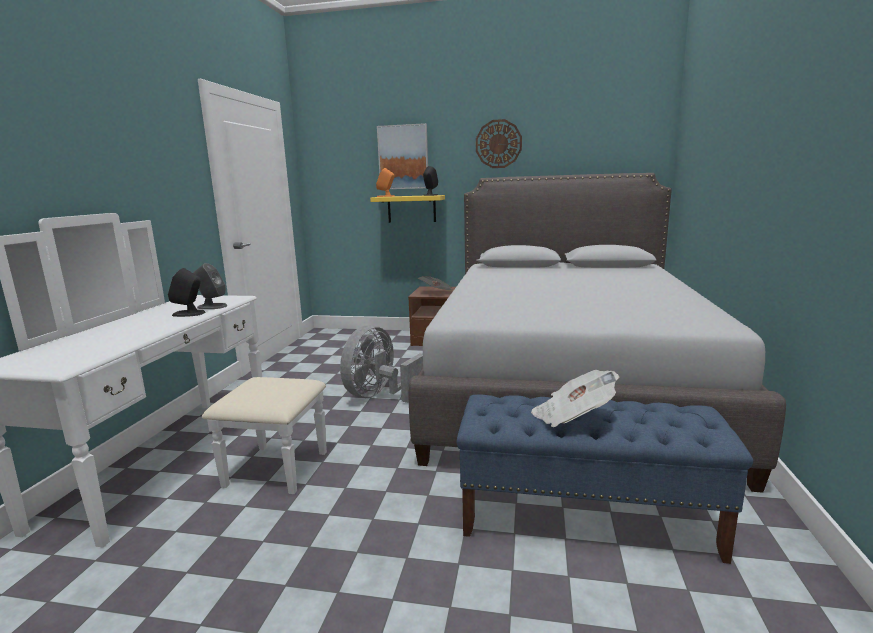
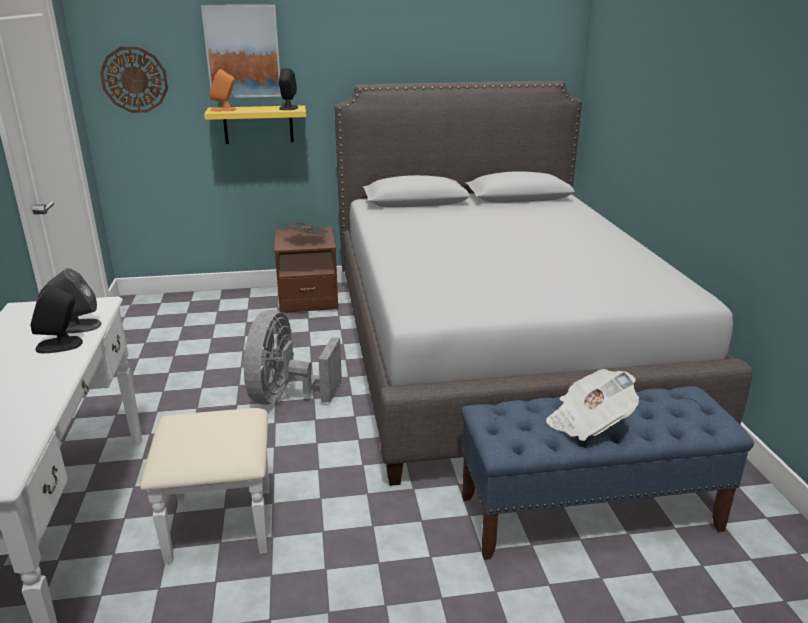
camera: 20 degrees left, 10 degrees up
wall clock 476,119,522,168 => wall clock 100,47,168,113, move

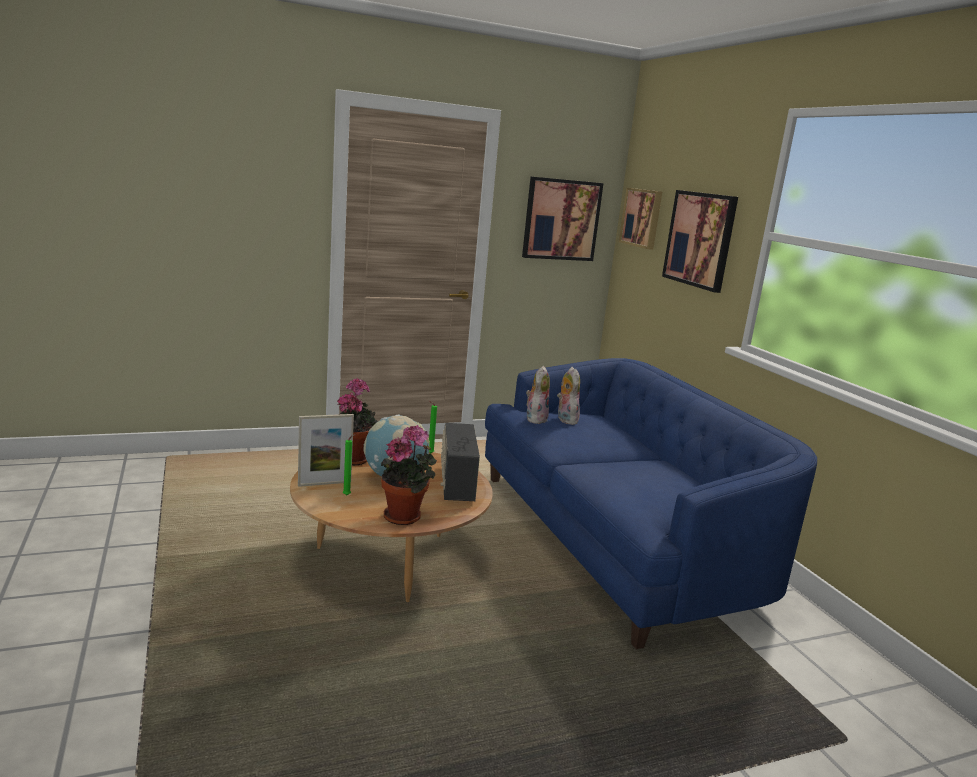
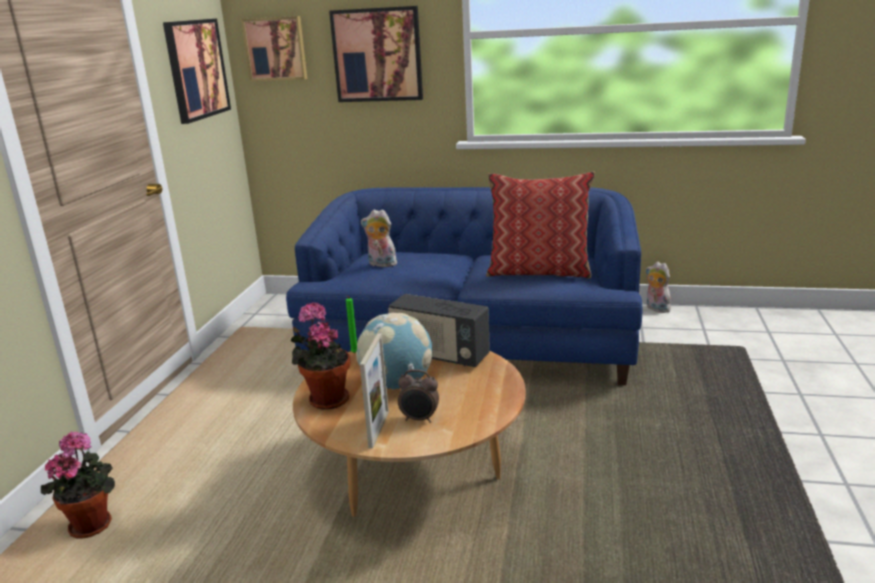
camera: 55 degrees left, 5 degrees up
potted plant 381,425,437,525 => potted plant 41,432,115,539, move
green candle 343,434,356,495 => alarm clock 398,369,439,423
nothing => pillow 486,171,595,279
plush toy 526,366,550,424 => plush toy 646,262,671,313, move

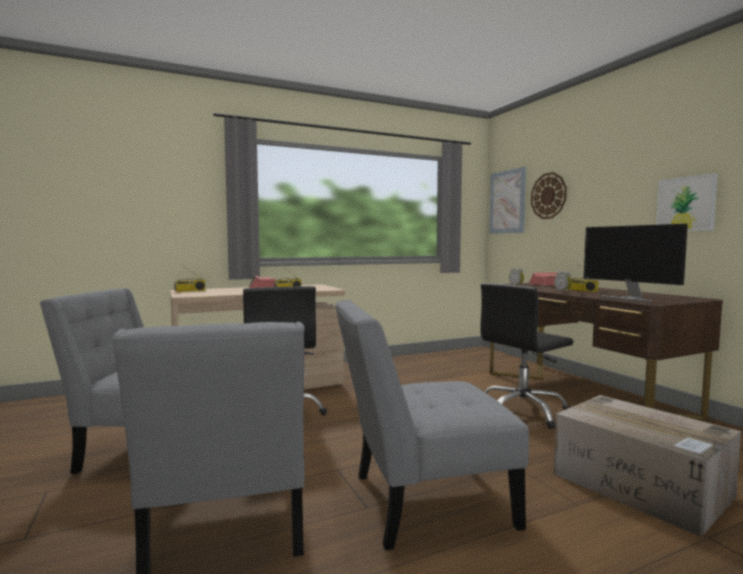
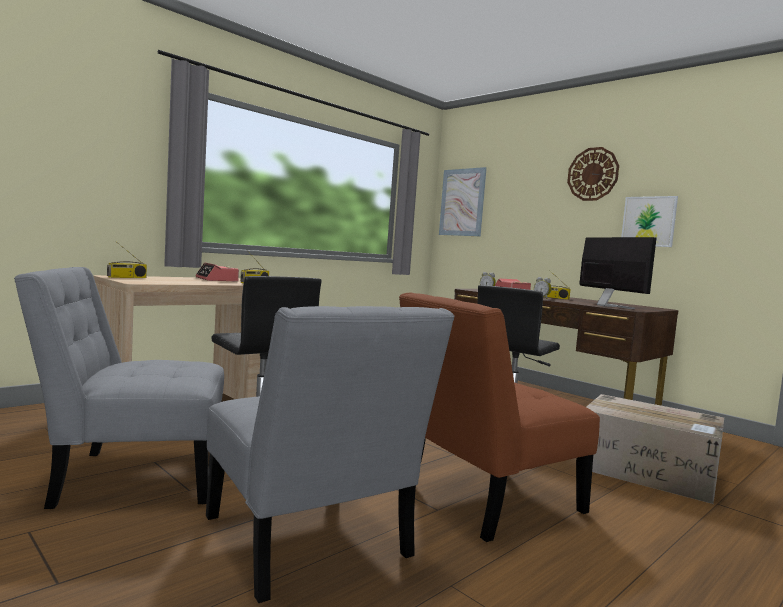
camera: 20 degrees left, 0 degrees up
grey chair 335,300,529,550 => brown chair 399,293,600,542
wall clock 531,172,567,219 => wall clock 567,147,619,201, move
monitor 584,224,688,303 => monitor 579,237,656,309, 150 degrees counterclockwise

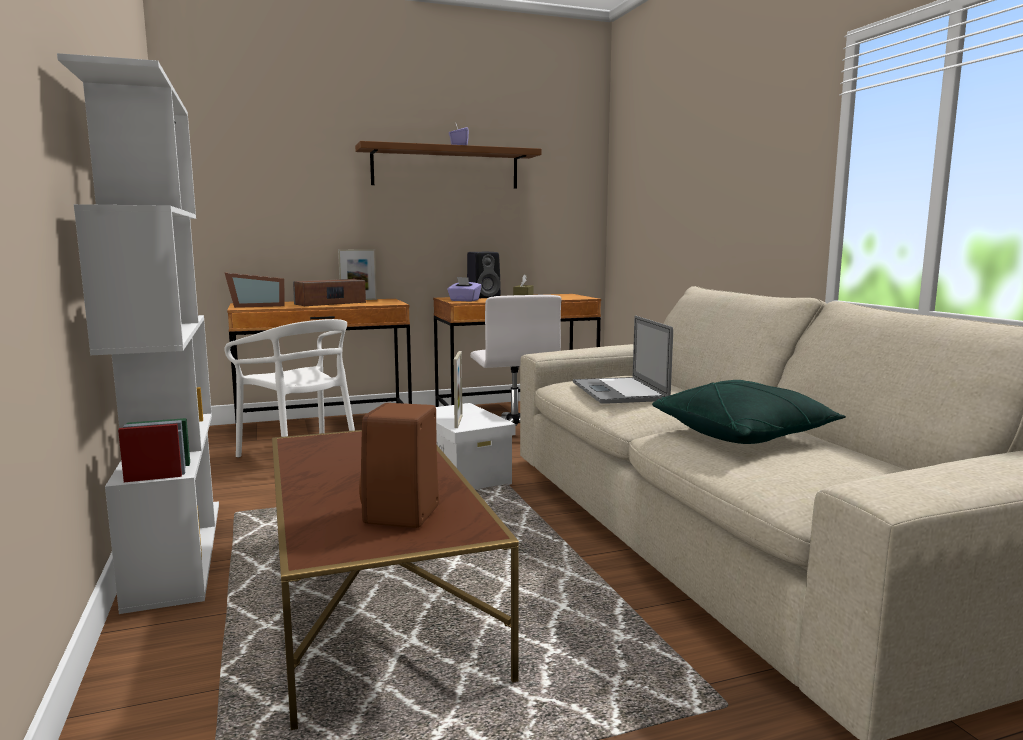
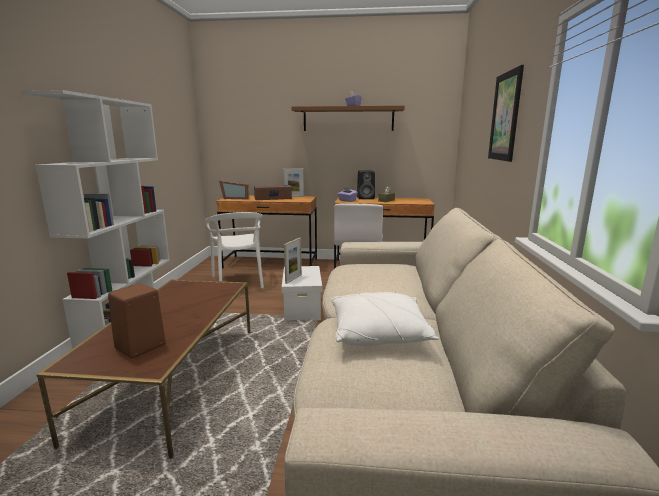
camera: 25 degrees right, 5 degrees up
green pillow 652,380,846,444 => white pillow 332,292,439,346
nothing => picture 488,65,524,162
laptop 573,316,673,404 => nothing

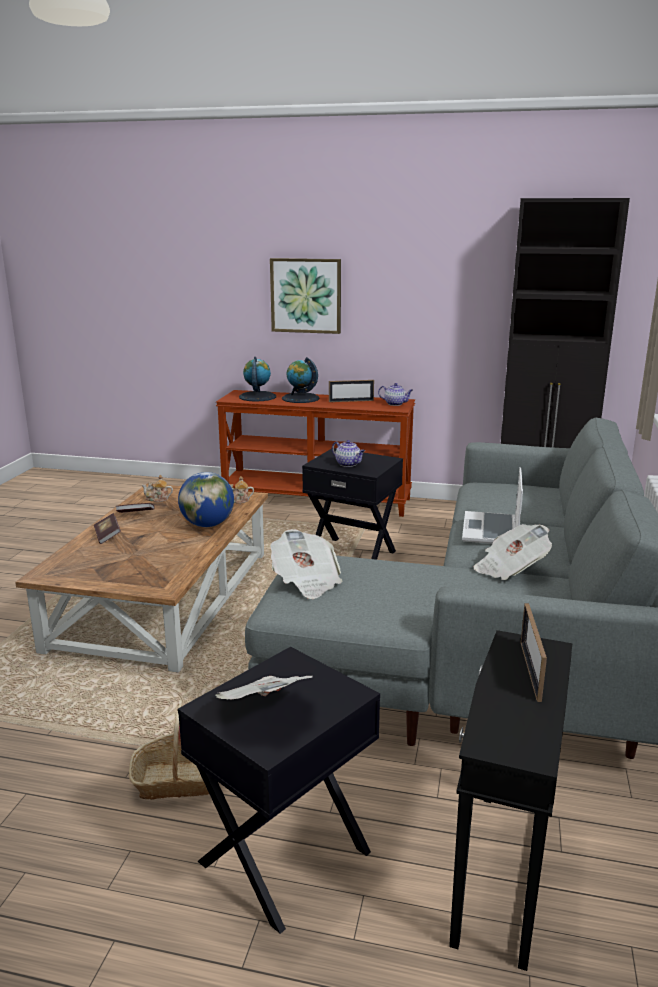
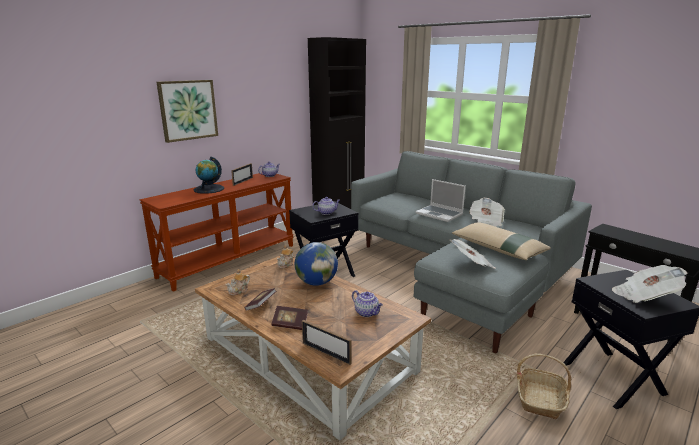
camera: 60 degrees left, 0 degrees up
picture frame 521,603,547,702 => picture frame 302,320,351,365, move
nothing => teapot 352,290,383,317
nothing => beige pillow 452,222,551,260
globe 239,357,276,401 => nothing

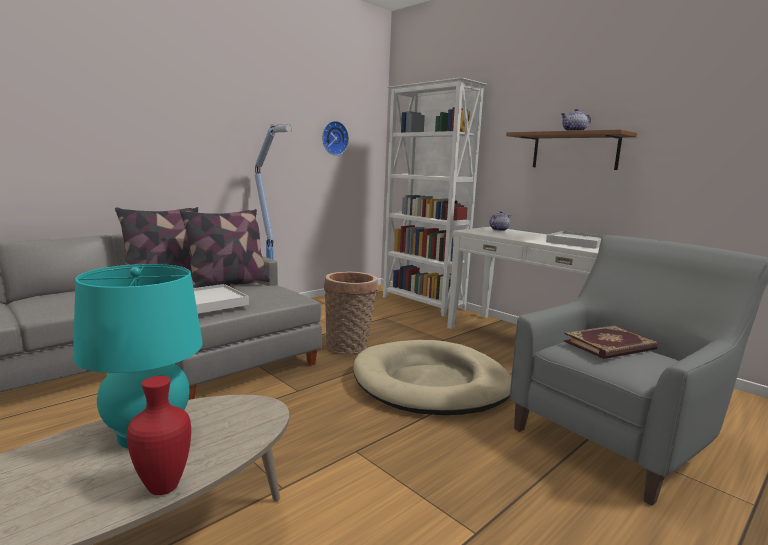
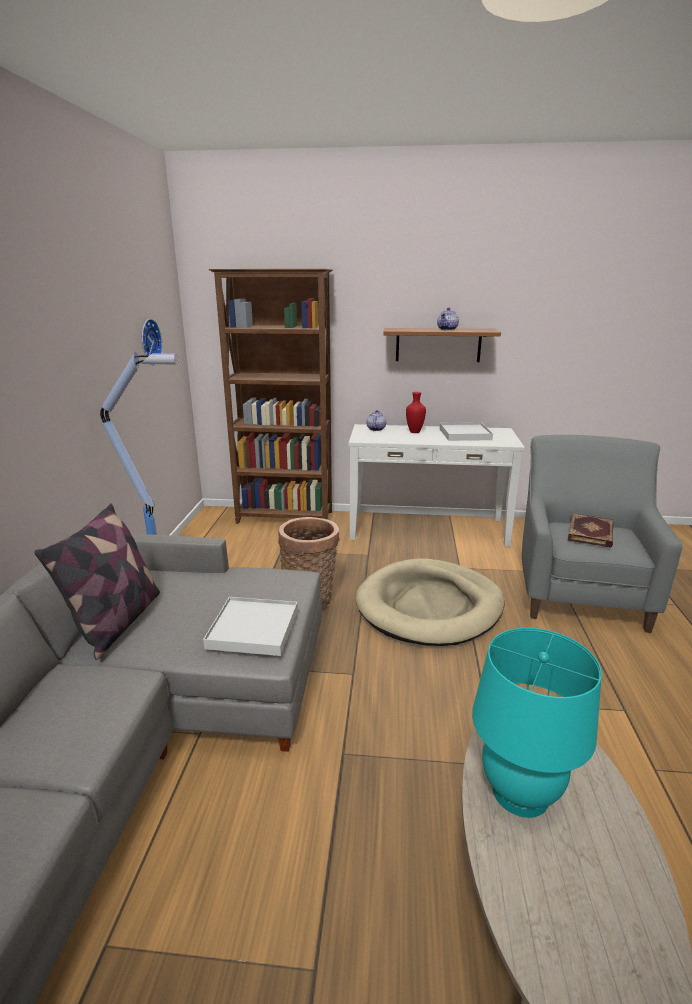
camera: 40 degrees left, 10 degrees up
white bookcase 383,77,487,317 => brown bookcase 209,269,333,524
red vase 127,376,191,495 => red vase 406,392,426,433, move
pillow 180,209,270,288 => nothing

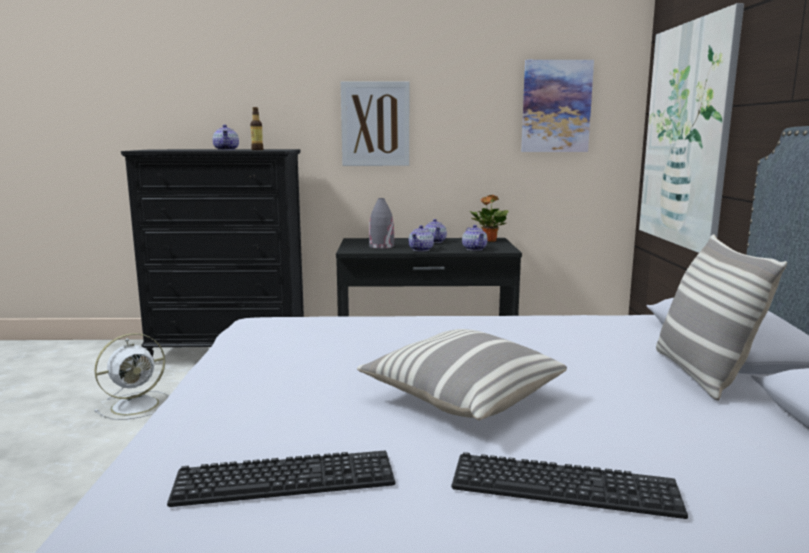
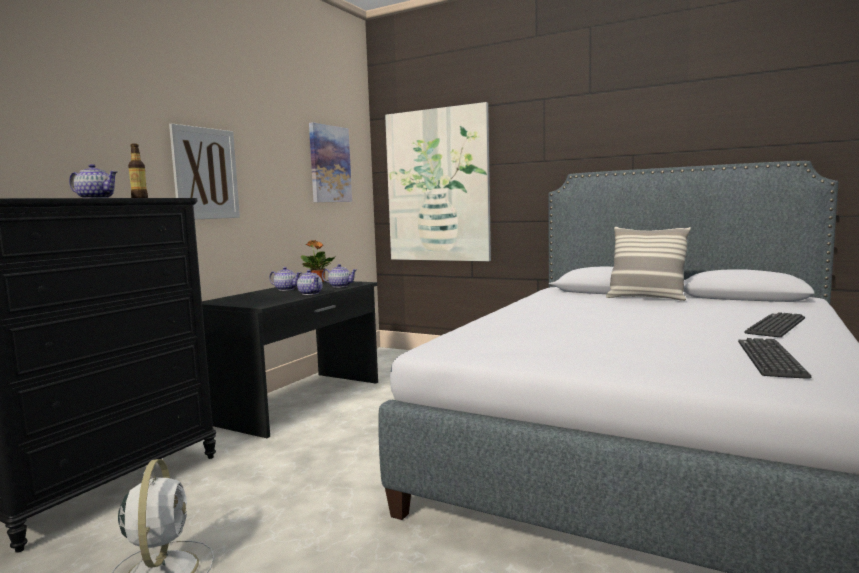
camera: 60 degrees left, 5 degrees down
pillow 357,329,567,420 => nothing
grey vase 369,198,394,249 => nothing

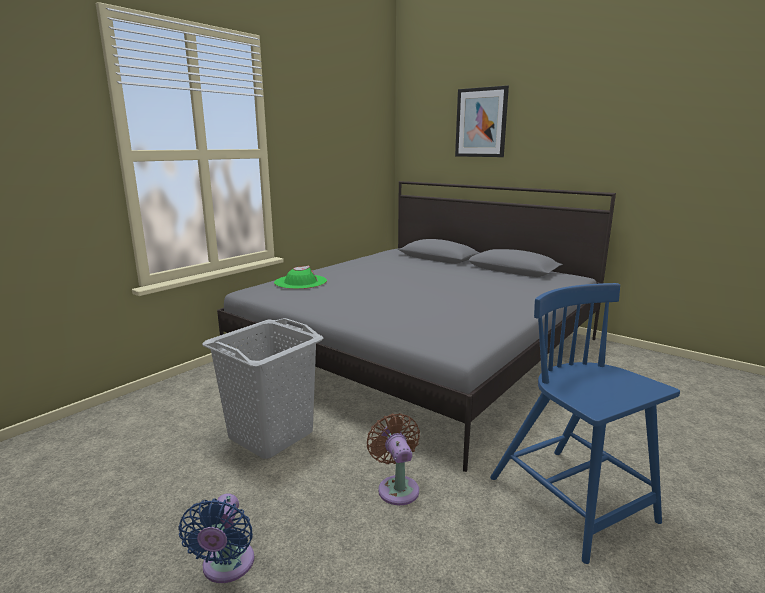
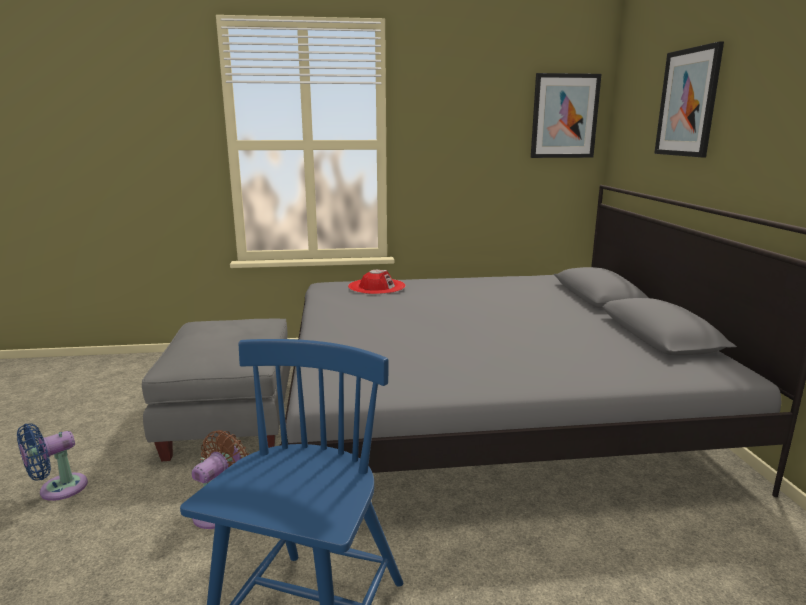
camera: 45 degrees right, 0 degrees up
grey laundry basket 202,318,323,459 => grey ottoman 142,319,291,461
green hat 274,265,327,289 => red hat 348,270,406,294
nothing => picture 531,73,602,158

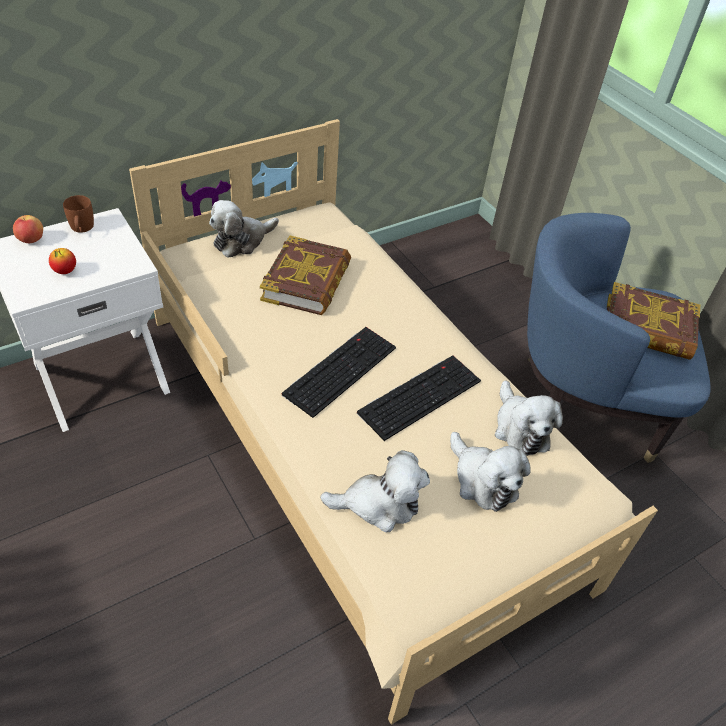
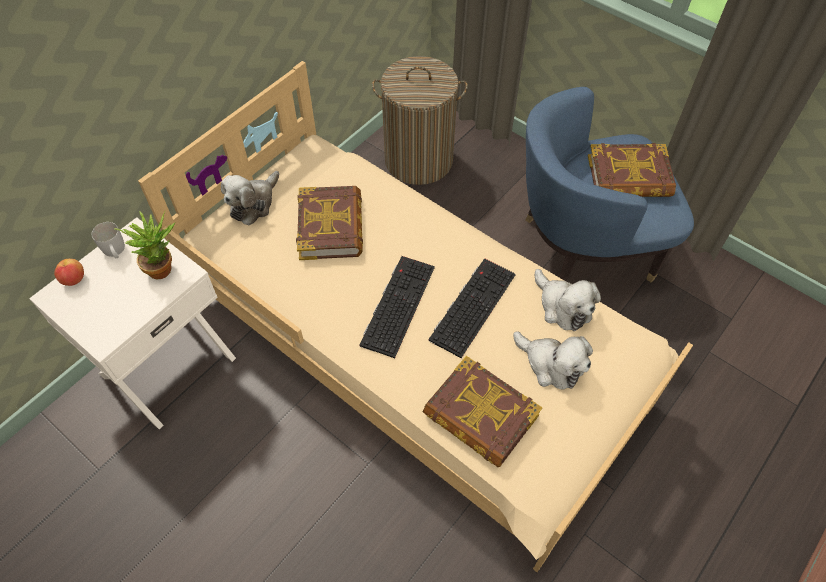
camera: 15 degrees left, 10 degrees up
brown mug 63,195,94,233 => white mug 92,222,125,258
nothing => potted plant 114,211,175,279
nothing => laundry basket 372,56,468,185
plush toy 320,450,430,532 => book 423,356,542,468
apple 49,248,76,274 => nothing

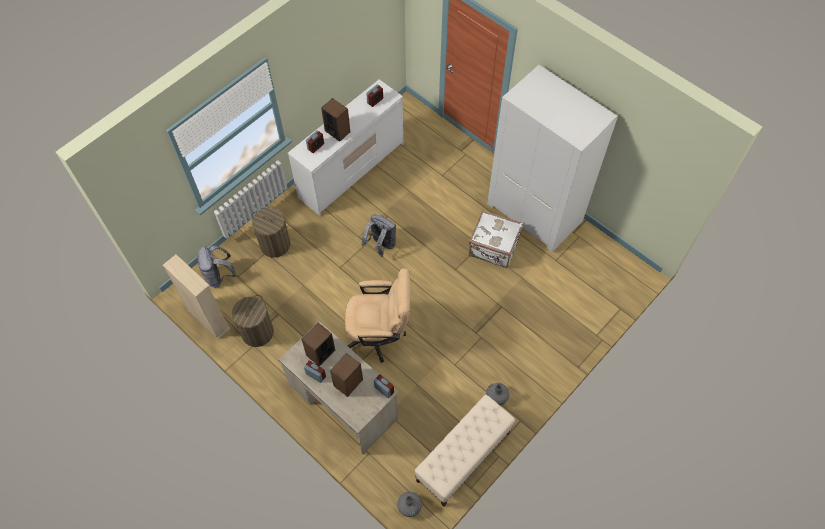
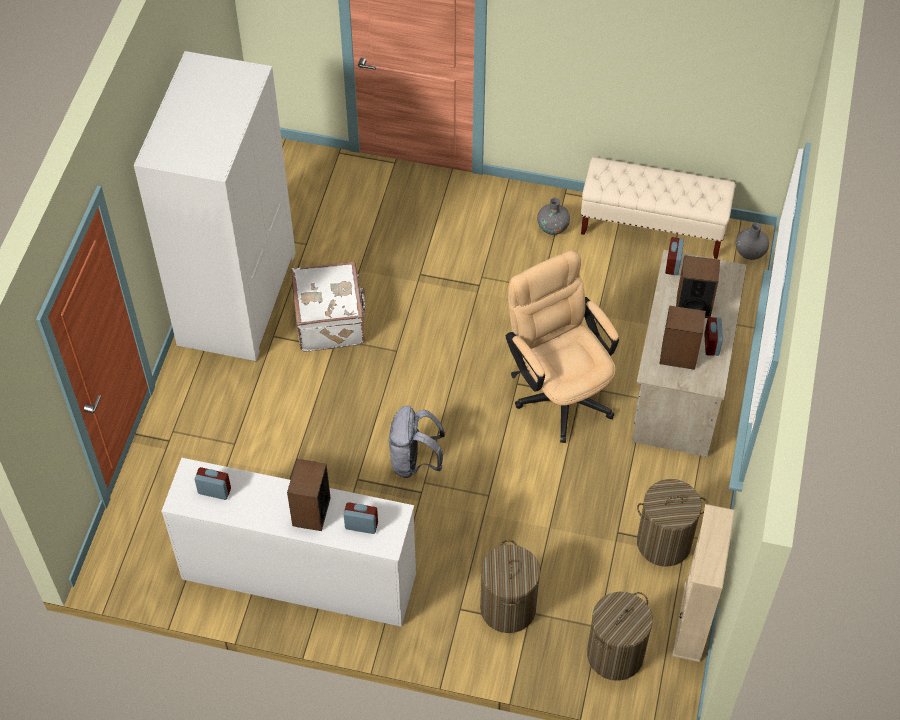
camera: 120 degrees left, 5 degrees down
grey backpack 197,245,236,287 => laundry basket 587,592,653,681

